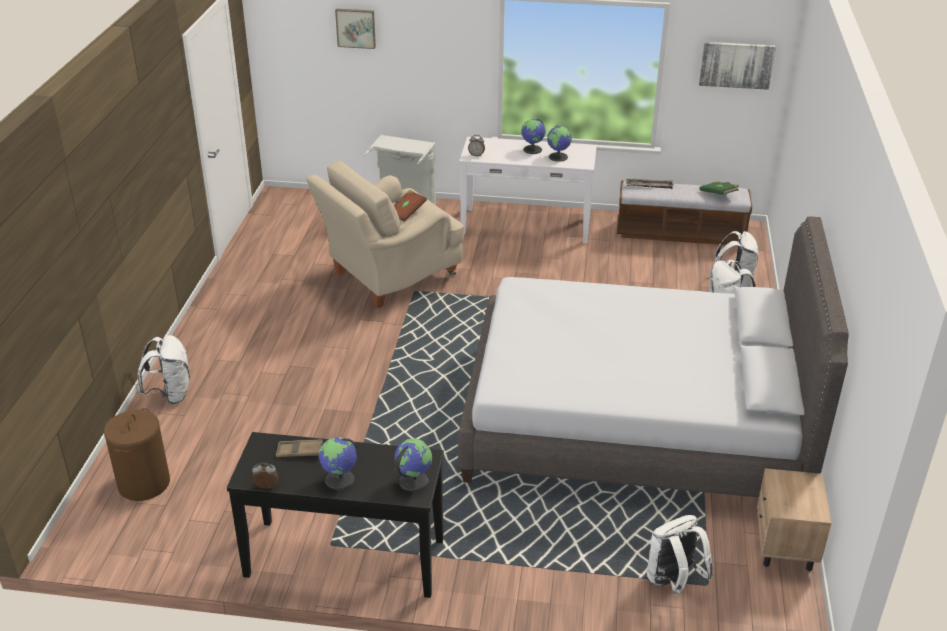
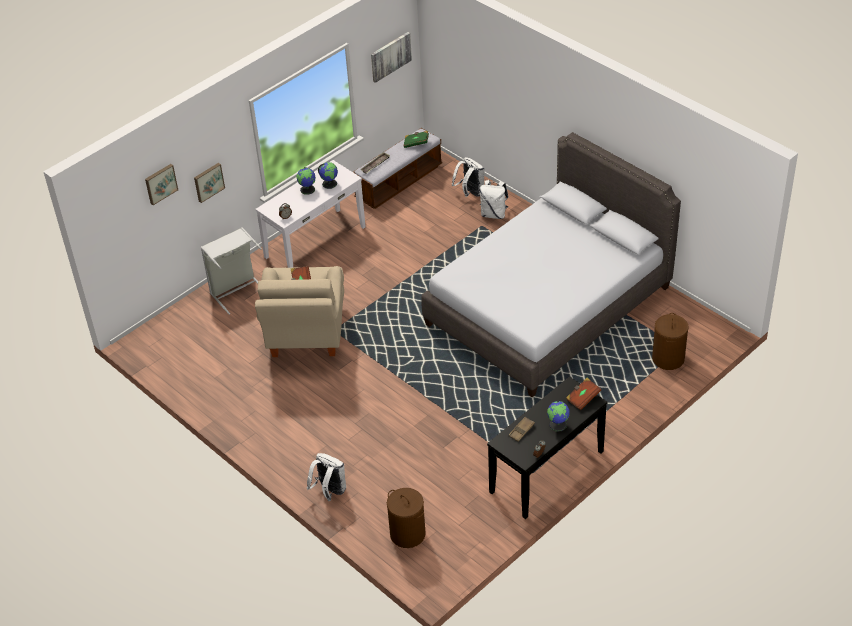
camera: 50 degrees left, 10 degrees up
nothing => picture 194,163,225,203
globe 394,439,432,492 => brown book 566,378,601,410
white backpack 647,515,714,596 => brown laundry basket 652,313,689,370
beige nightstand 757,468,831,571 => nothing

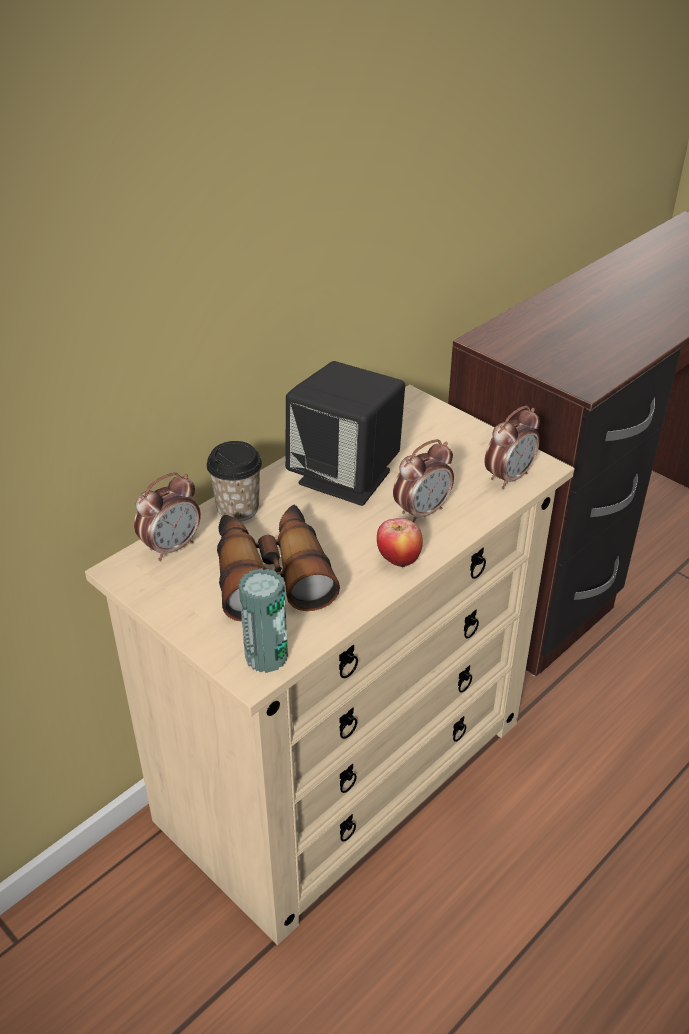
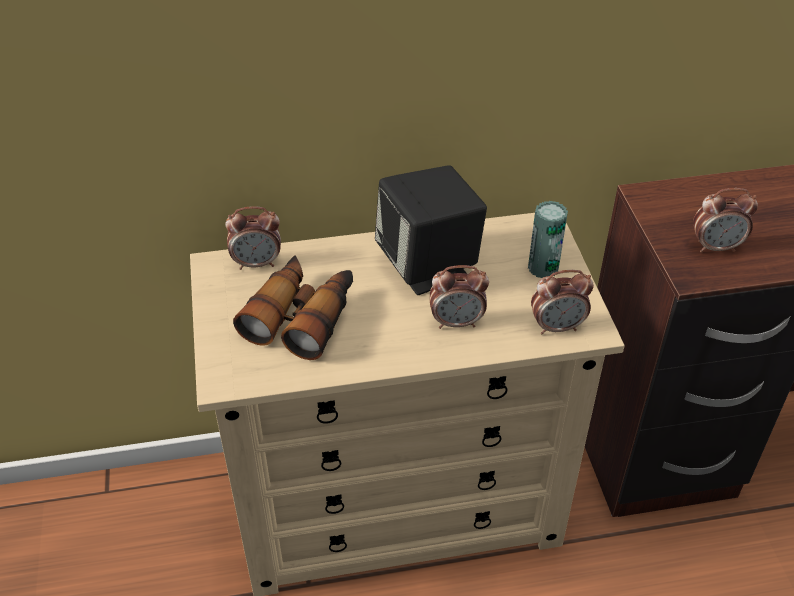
camera: 35 degrees right, 5 degrees up
can 239,568,288,673 => can 528,201,568,278, move
nothing => alarm clock 693,188,758,253
cup 206,441,262,521 => nothing
apple 377,518,423,568 => nothing

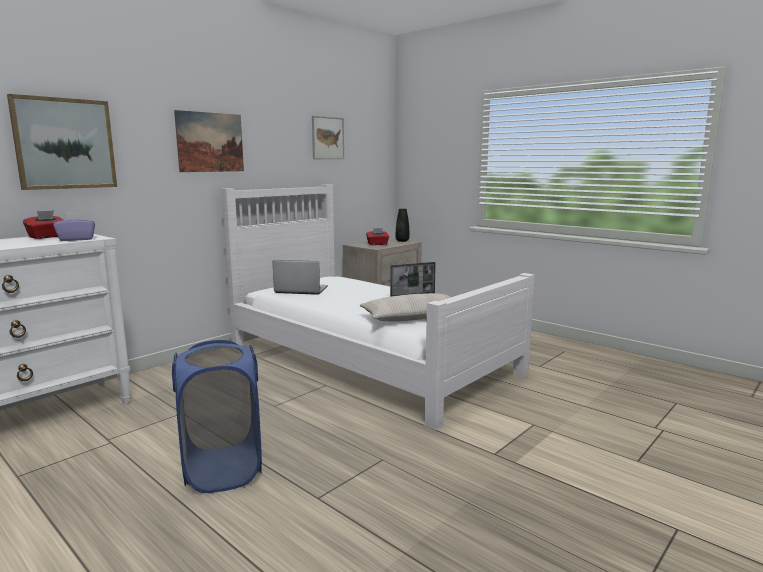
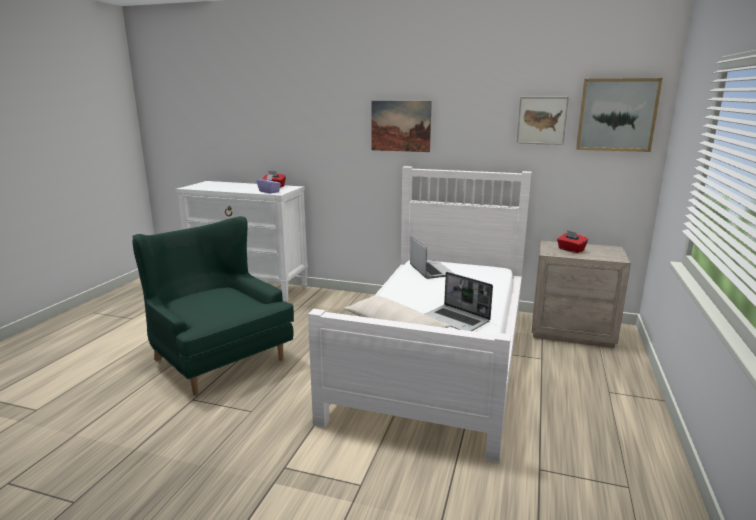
camera: 65 degrees right, 5 degrees up
blue laundry basket 172,340,262,493 => green armchair 133,216,294,396
picture 7,94,117,190 => picture 576,78,663,152, move
black vase 396,209,409,242 => nothing

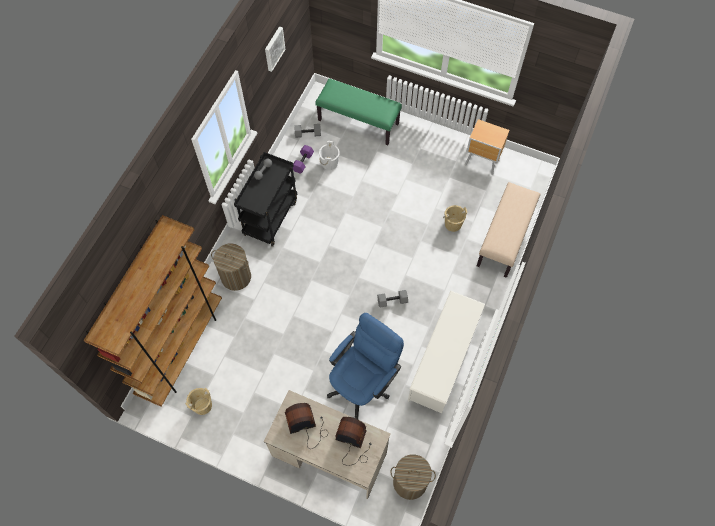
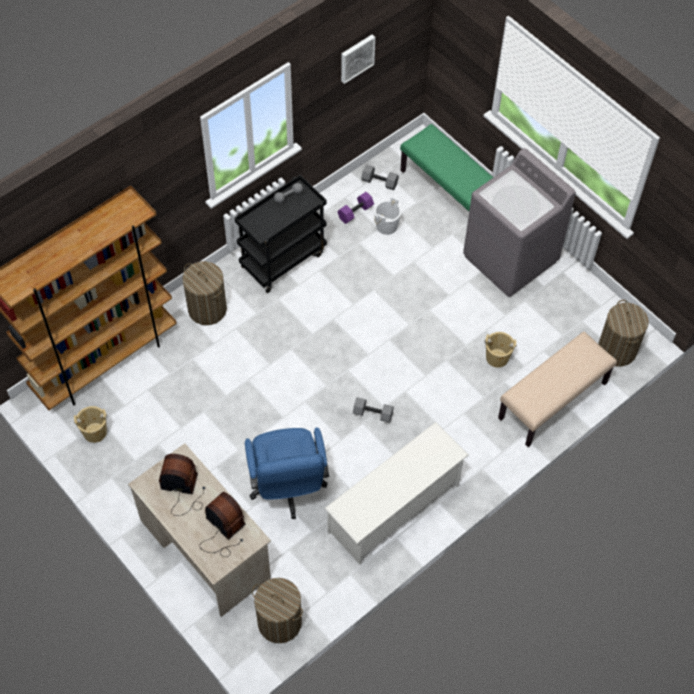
camera: 25 degrees right, 5 degrees down
blue office chair 327,313,404,419 => blue office chair 245,427,329,519, 105 degrees clockwise
nothing => grey washing machine 463,148,576,297
nothing => laundry basket 598,300,649,367
brown nightstand 465,119,509,175 => nothing

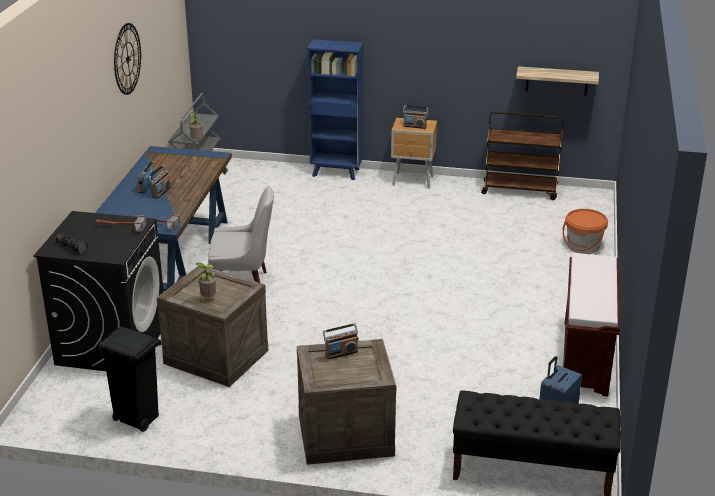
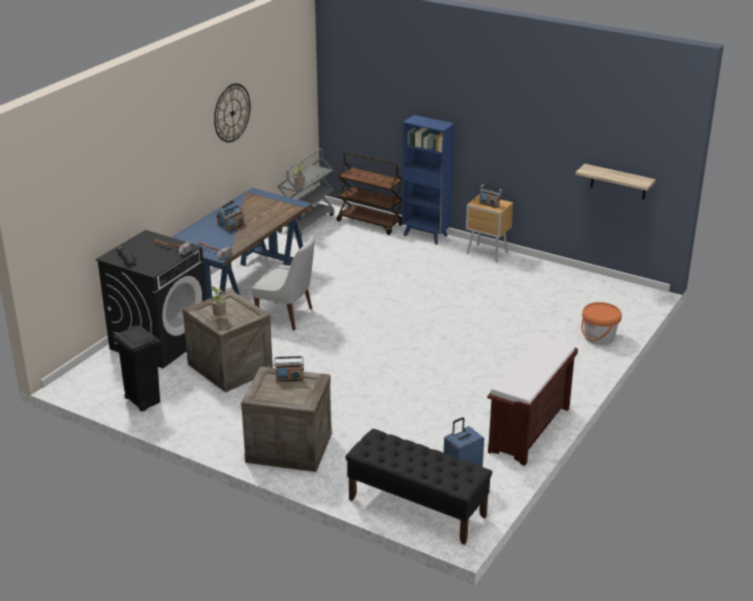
camera: 20 degrees right, 0 degrees up
brown cart 481,112,564,200 => brown cart 336,152,403,235, move

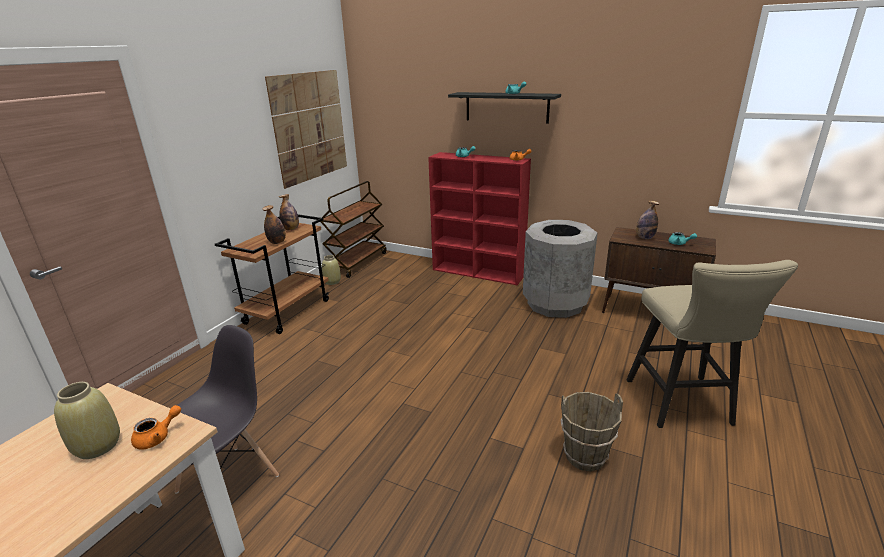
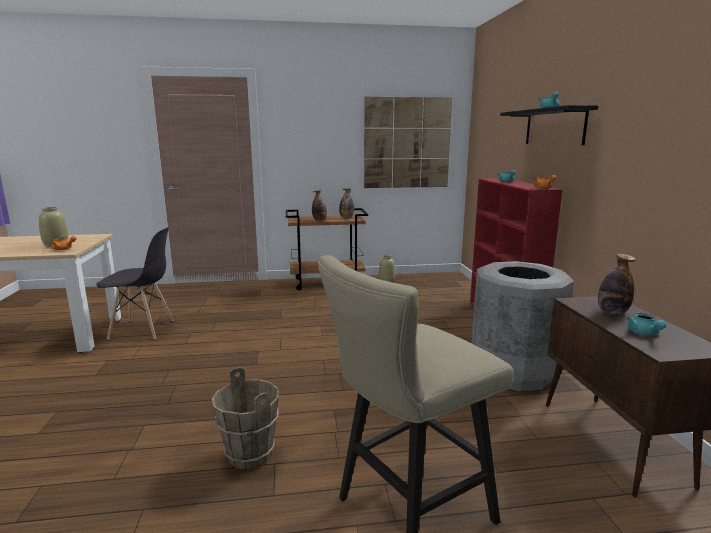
camera: 55 degrees right, 10 degrees down
brown cart 320,181,387,278 => nothing

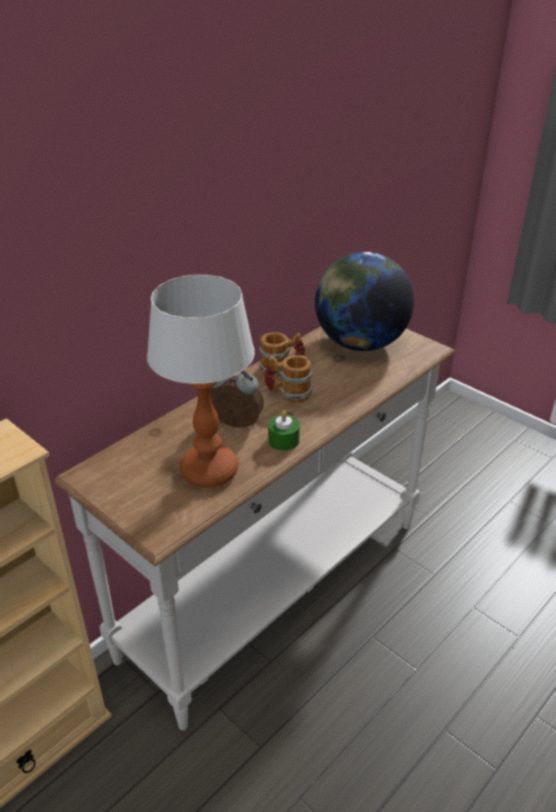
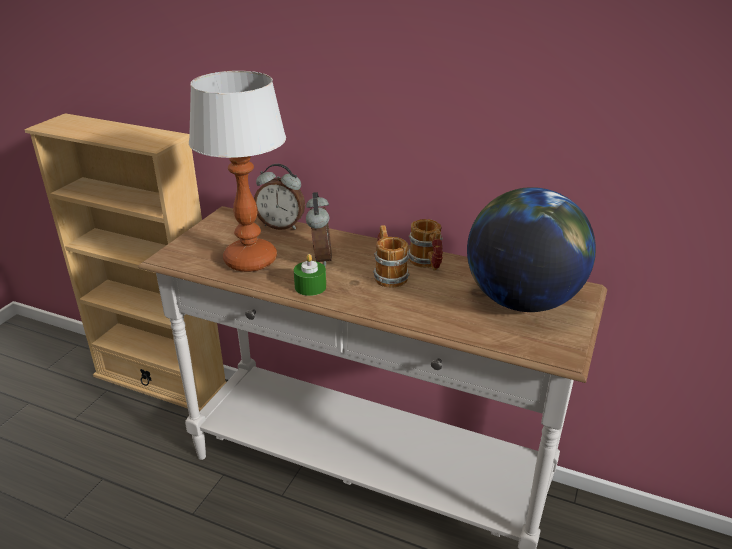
camera: 70 degrees right, 5 degrees down
nothing => alarm clock 254,164,305,230

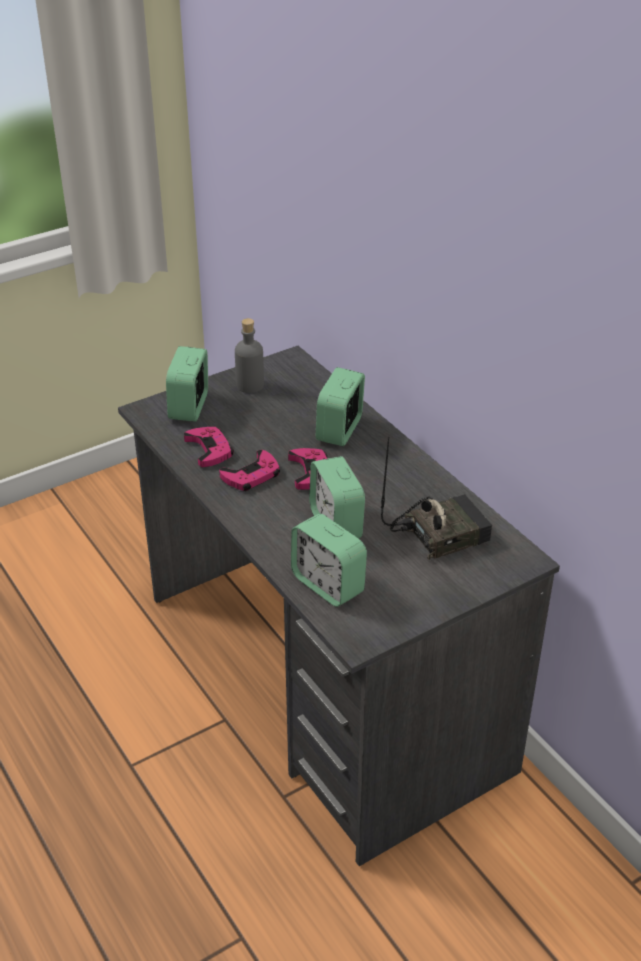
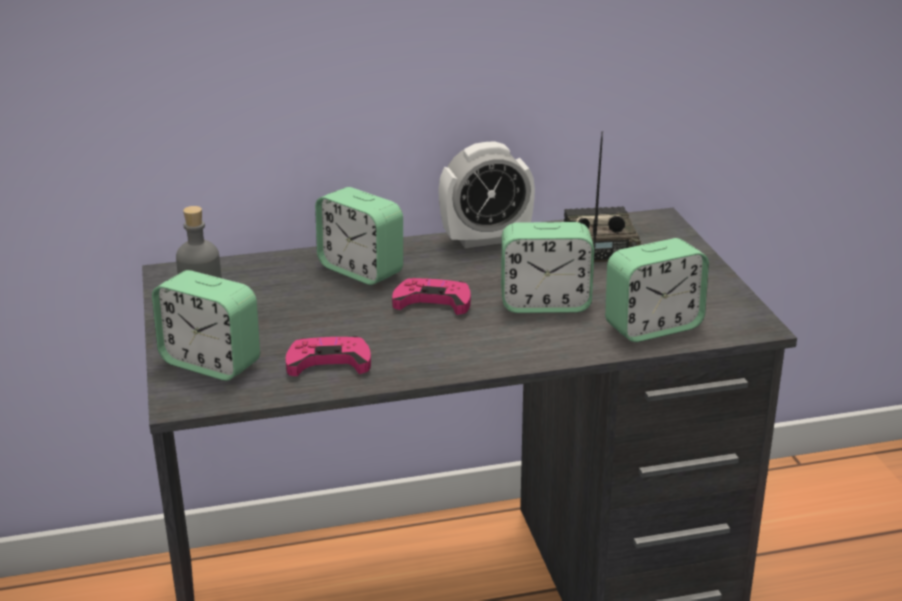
camera: 70 degrees left, 10 degrees down
nothing => alarm clock 438,141,535,248
pink game controller 219,450,280,491 => nothing

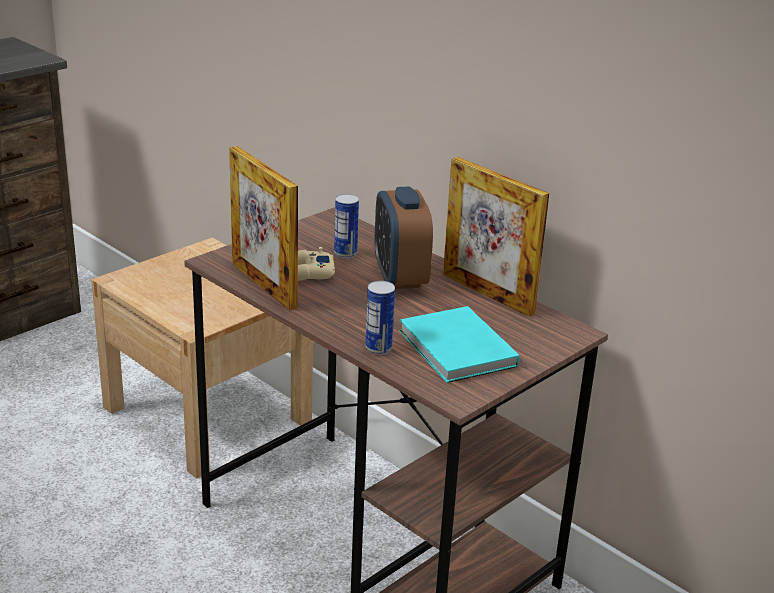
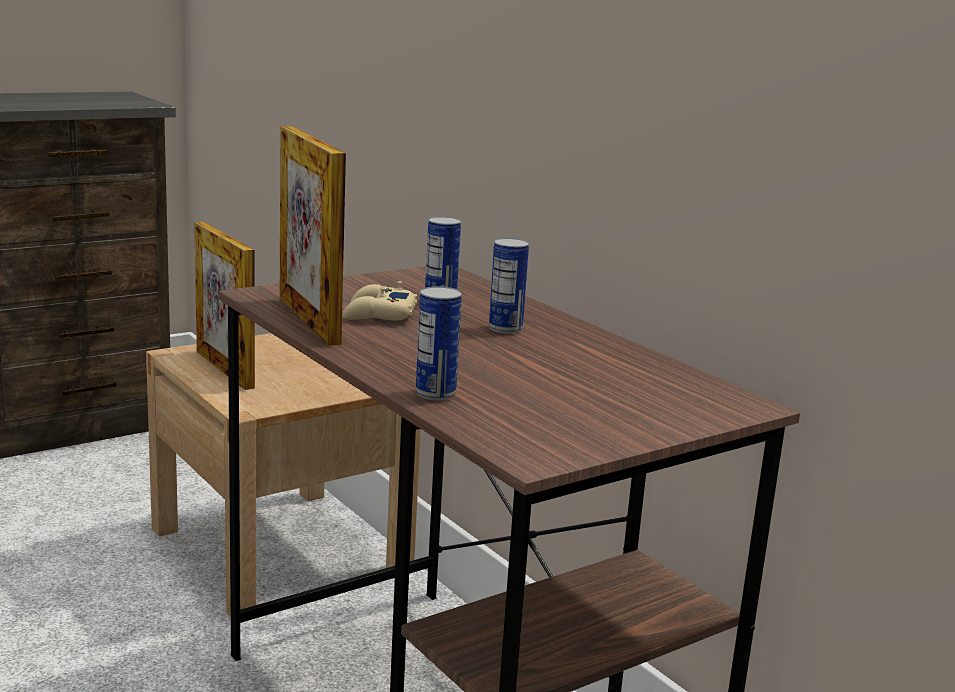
camera: 10 degrees right, 10 degrees down
picture frame 443,157,549,317 => picture frame 194,222,255,390, move
alarm clock 375,186,433,289 => can 489,238,529,334
turquoise book 399,306,520,383 => nothing

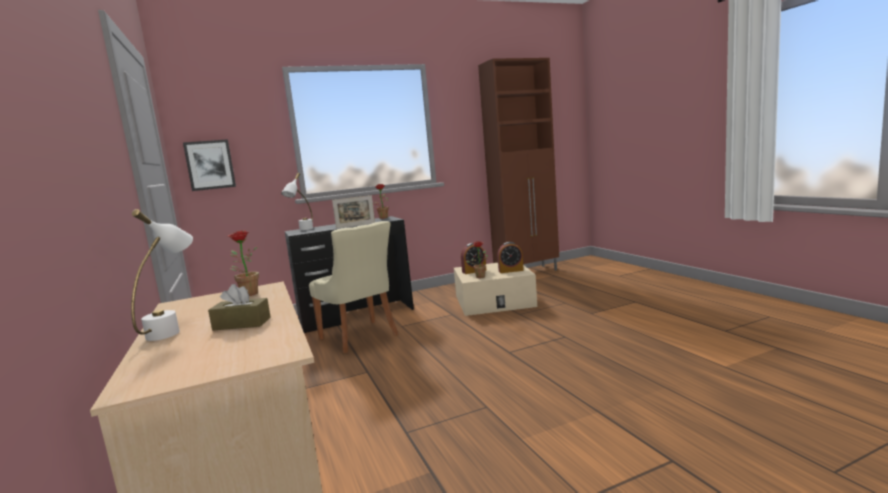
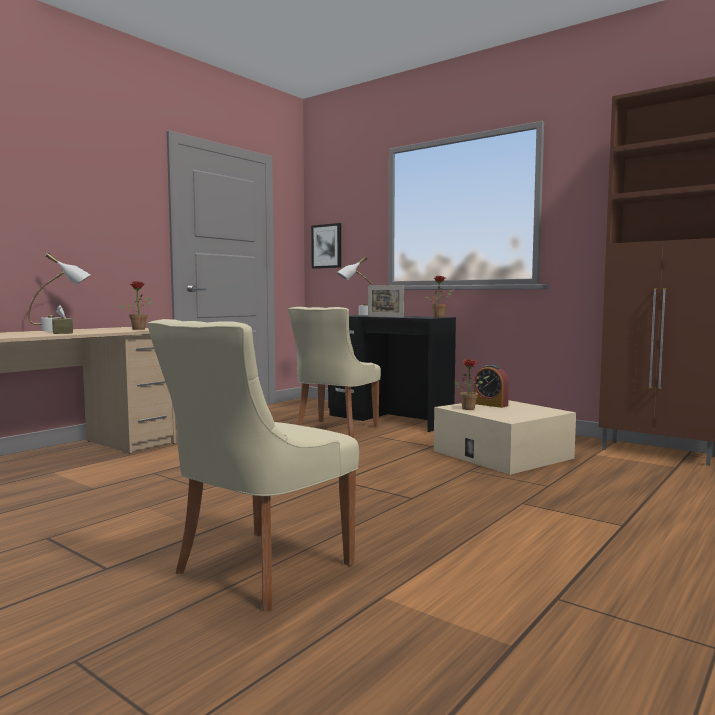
camera: 60 degrees right, 5 degrees down
nothing => beige chair 148,319,359,611
alarm clock 498,242,524,273 => nothing

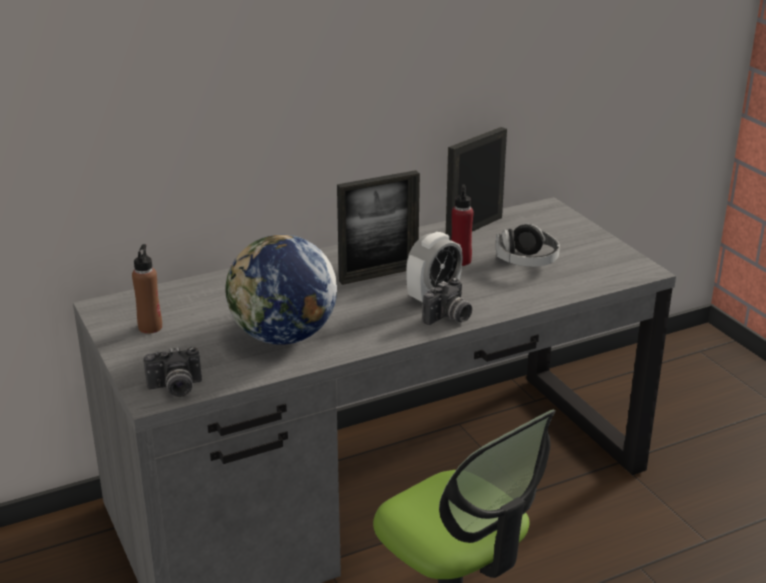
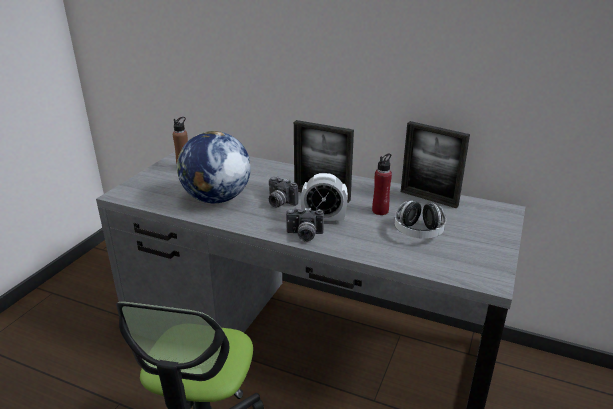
camera: 50 degrees right, 0 degrees up
photo camera 143,347,202,397 => photo camera 269,177,299,207, move
picture frame 446,127,507,240 => picture frame 401,121,470,208, 150 degrees counterclockwise

